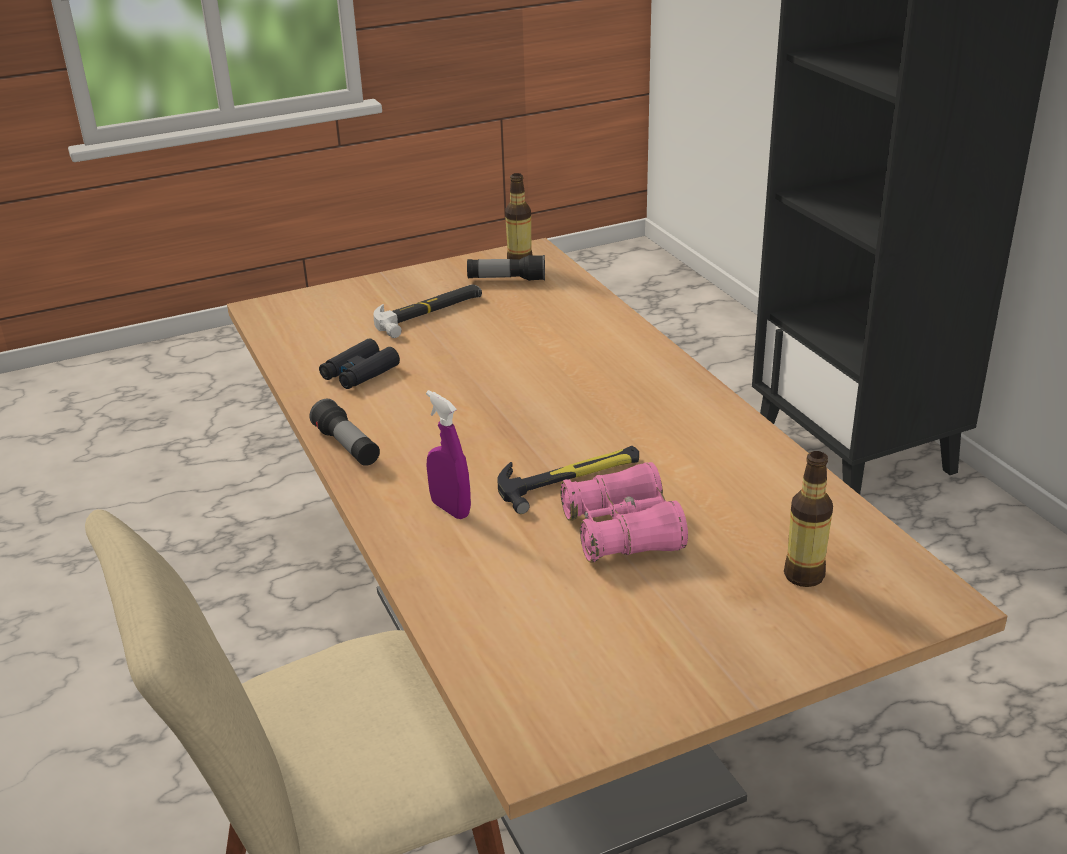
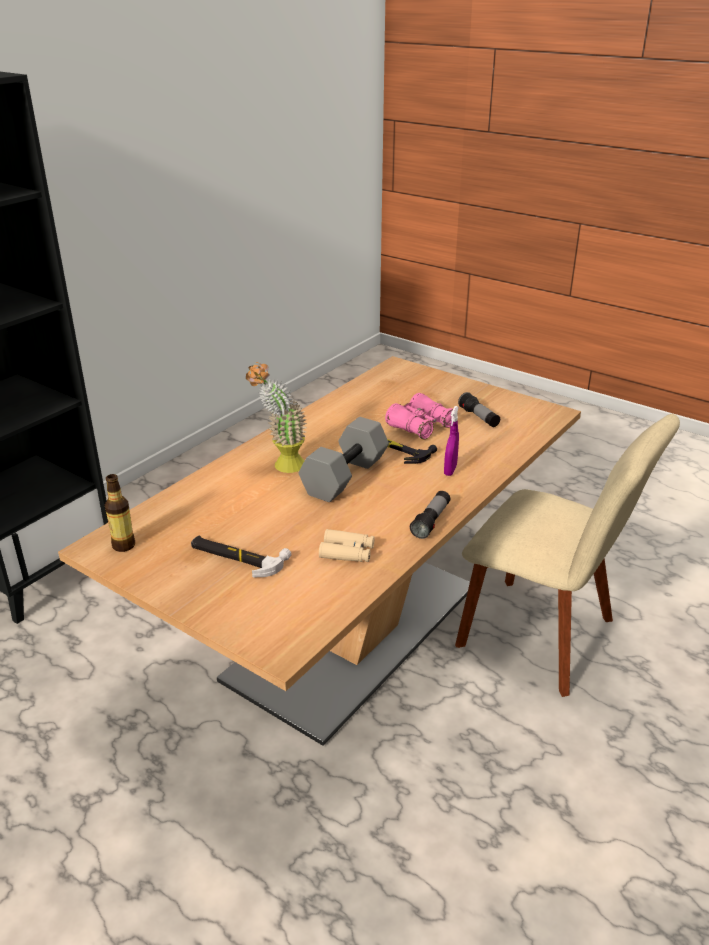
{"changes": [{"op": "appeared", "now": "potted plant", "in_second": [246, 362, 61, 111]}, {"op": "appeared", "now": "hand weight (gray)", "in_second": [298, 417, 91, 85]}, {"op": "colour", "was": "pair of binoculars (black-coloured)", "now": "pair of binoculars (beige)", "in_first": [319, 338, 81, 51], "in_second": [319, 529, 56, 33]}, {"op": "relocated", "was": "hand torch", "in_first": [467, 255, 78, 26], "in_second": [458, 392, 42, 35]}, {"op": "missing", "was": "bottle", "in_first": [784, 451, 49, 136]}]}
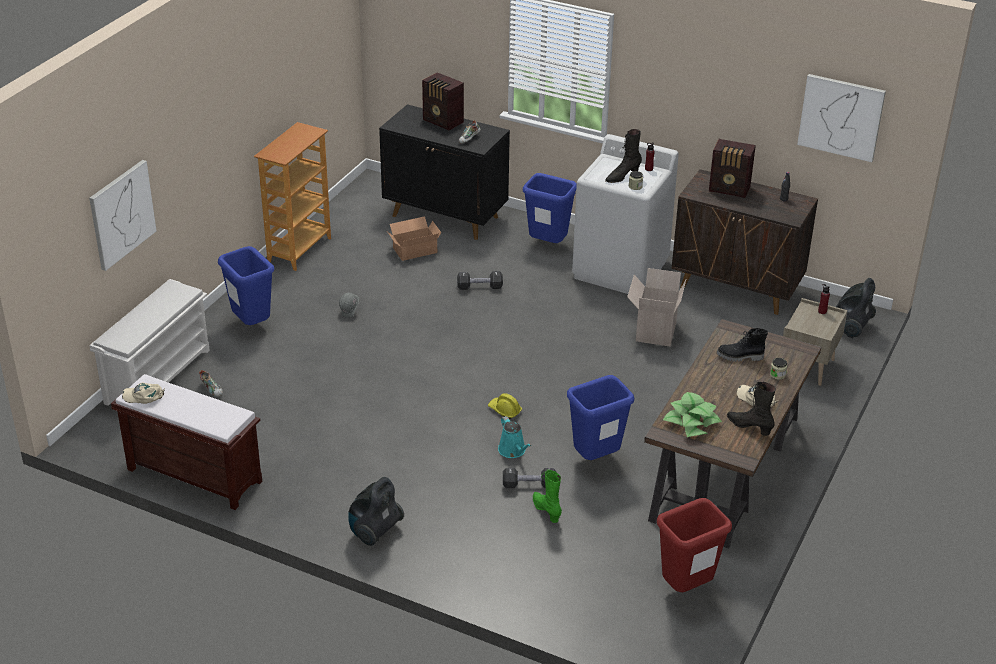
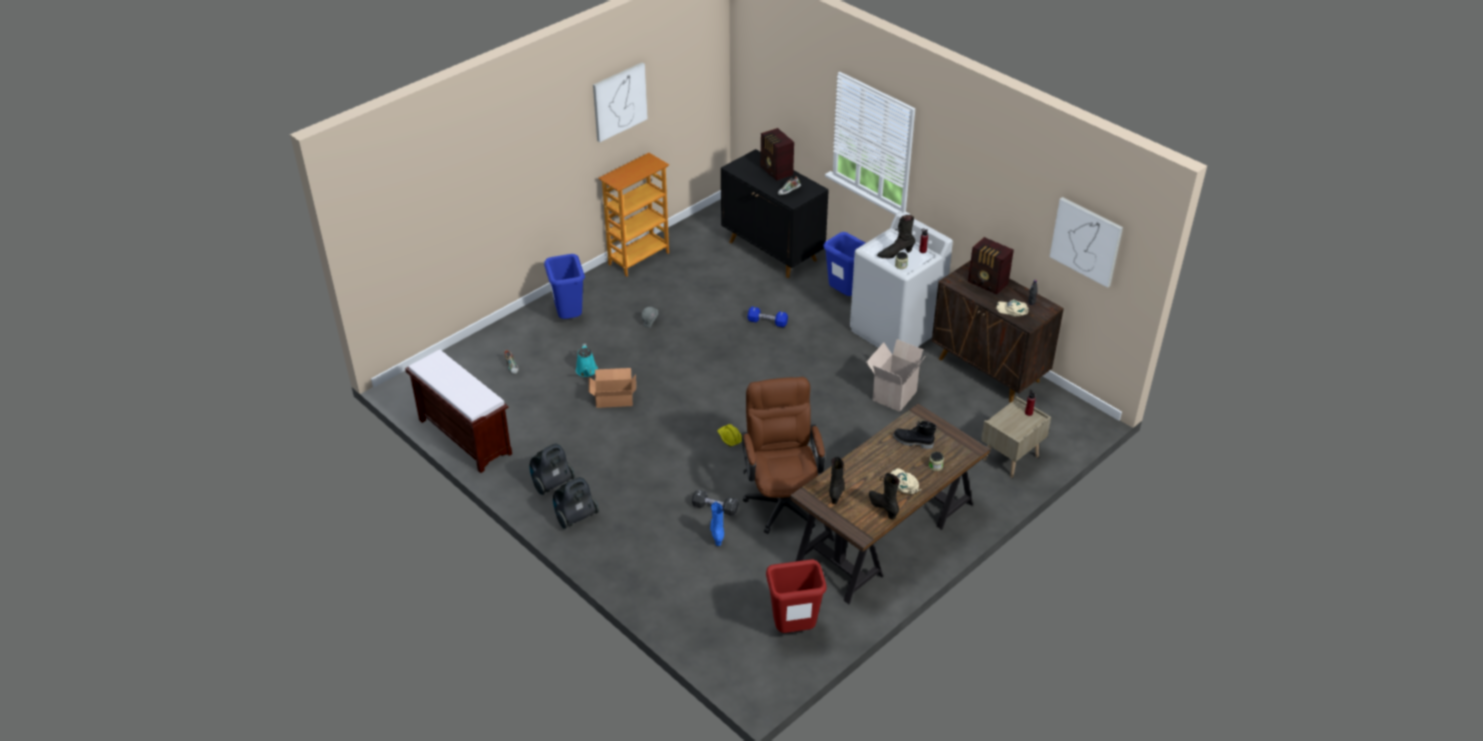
{"changes": [{"op": "relocated", "was": "vacuum", "in_first": [836, 278, 40, 61], "in_second": [529, 444, 46, 51]}, {"op": "relocated", "was": "sprinkling can (turquoise-coloured)", "in_first": [498, 416, 33, 42], "in_second": [576, 343, 22, 34]}, {"op": "relocated", "was": "cardboard box", "in_first": [388, 216, 54, 45], "in_second": [589, 368, 47, 40]}, {"op": "relocated", "was": "picture", "in_first": [89, 160, 68, 111], "in_second": [593, 62, 55, 80]}, {"op": "colour", "was": "tall boot (greenish)", "now": "tall boot (bluish)", "in_first": [533, 469, 29, 54], "in_second": [710, 501, 14, 45]}, {"op": "exchanged", "was": "trash can (bluish)", "now": "computer chair (brownish)", "in_first": [567, 375, 67, 85], "in_second": [741, 377, 84, 157]}, {"op": "colour", "was": "hand weight (black-coloured)", "now": "hand weight (bluish)", "in_first": [457, 271, 46, 19], "in_second": [748, 307, 40, 21]}, {"op": "exchanged", "was": "potted plant", "now": "tall boot (black-coloured)", "in_first": [663, 392, 59, 45], "in_second": [829, 456, 16, 48]}, {"op": "relocated", "was": "peaked cap (beige)", "in_first": [122, 382, 43, 22], "in_second": [996, 299, 34, 18]}, {"op": "missing", "was": "shoe rack (whitish)", "in_first": [89, 279, 121, 127]}]}
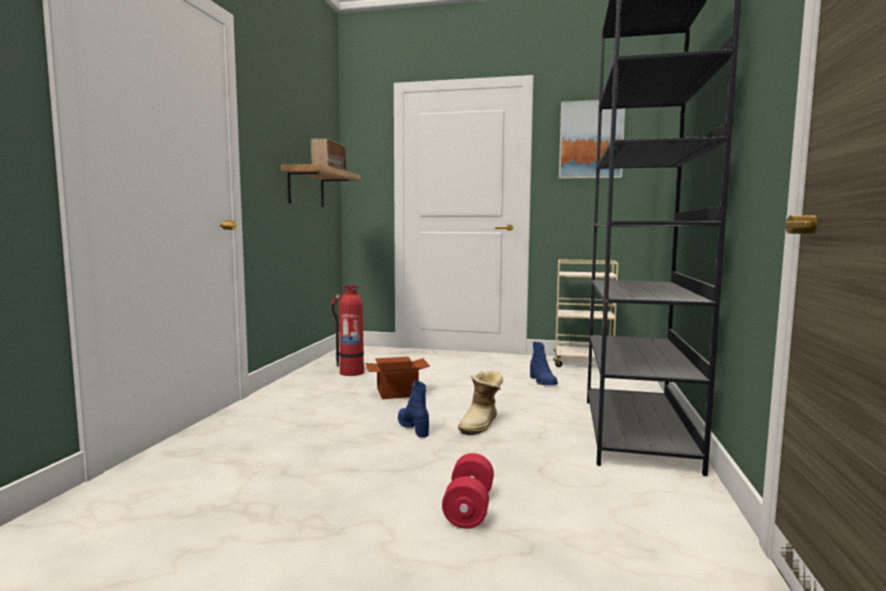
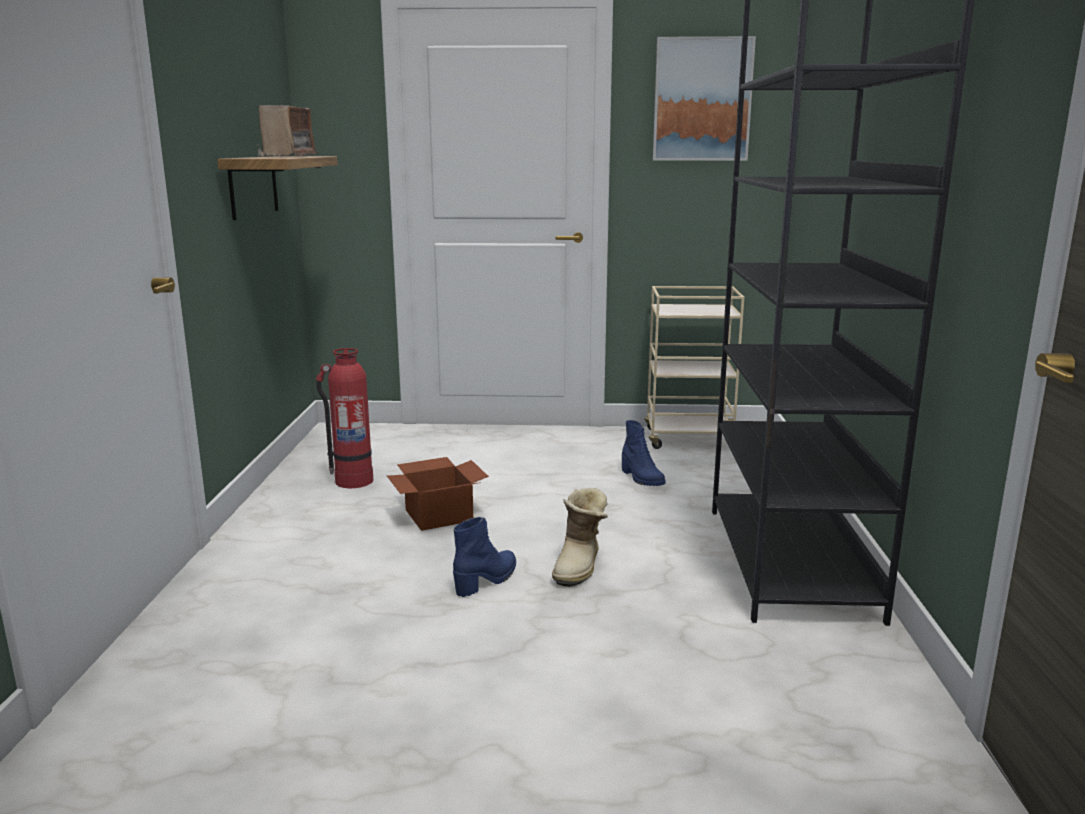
{"changes": [{"op": "spun", "was": "tall boot (bluish)", "in_first": [398, 381, 31, 57], "in_second": [453, 517, 63, 80], "clockwise": 75}, {"op": "missing", "was": "hand weight (red)", "in_first": [442, 453, 52, 76]}]}
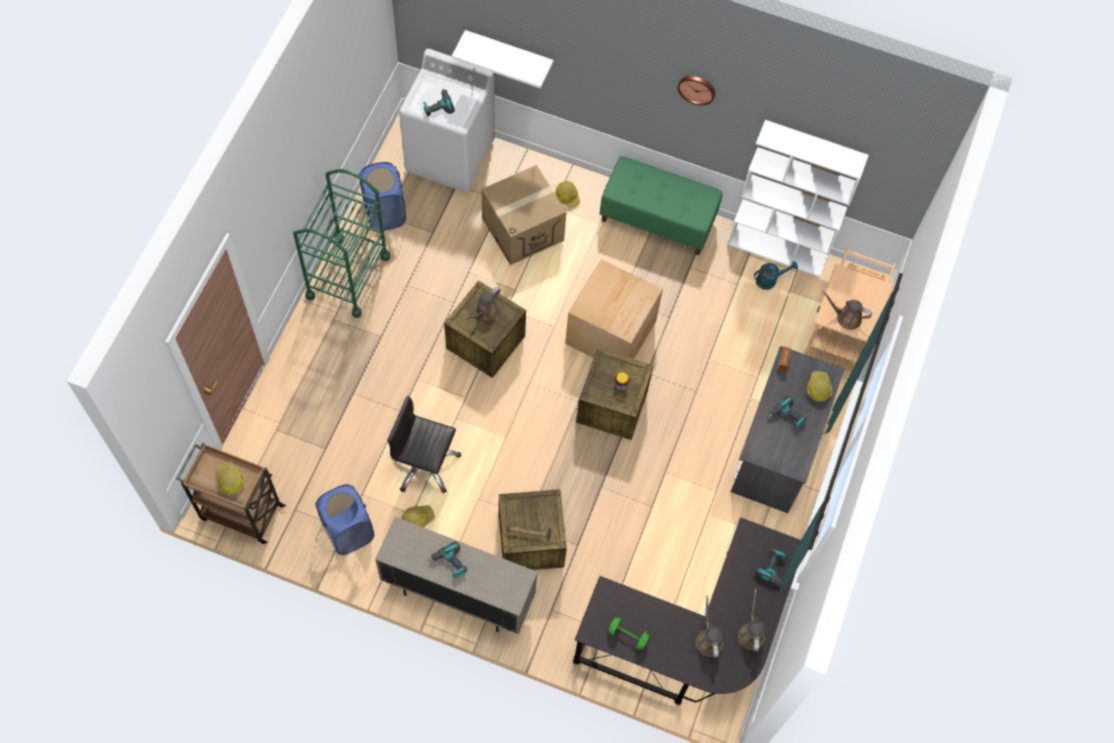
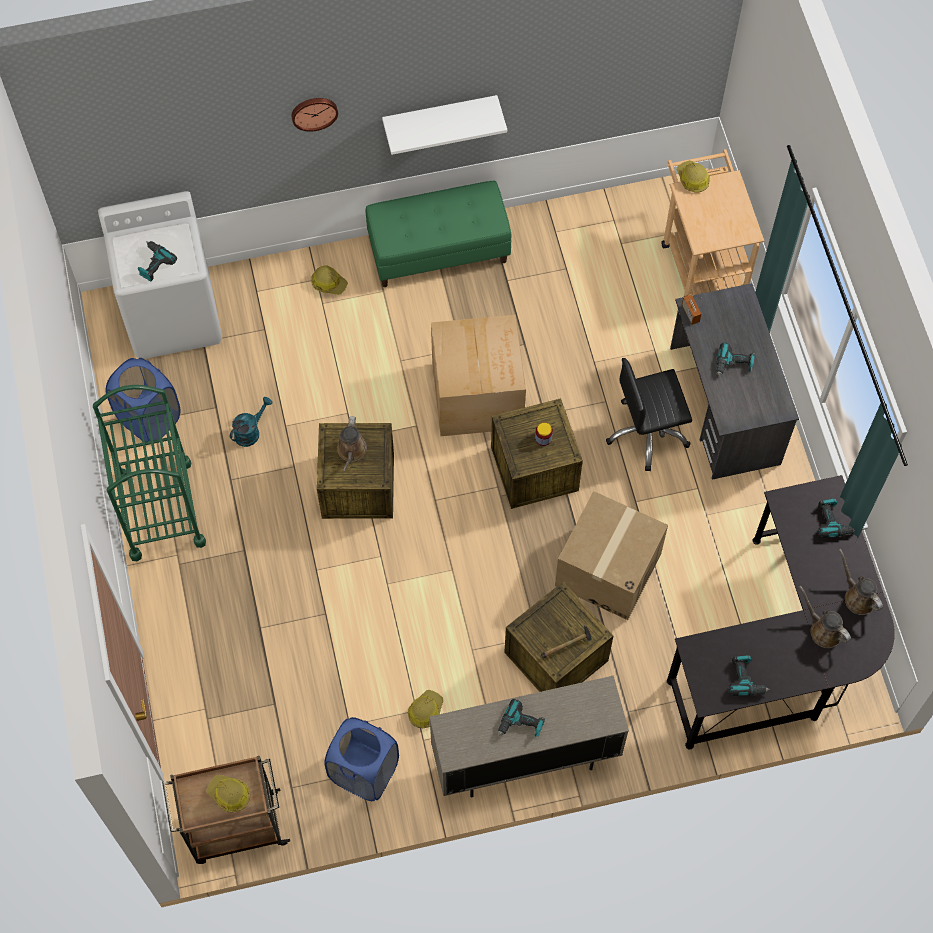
{"changes": [{"op": "relocated", "was": "sprinkling can (turquoise-coloured)", "in_first": [754, 261, 44, 29], "in_second": [230, 397, 42, 50]}, {"op": "relocated", "was": "clock on the wall", "in_first": [678, 76, 37, 29], "in_second": [291, 98, 47, 34]}, {"op": "relocated", "was": "bracket shelf (whitish)", "in_first": [452, 30, 101, 59], "in_second": [382, 95, 125, 60]}, {"op": "relocated", "was": "cardboard box", "in_first": [481, 165, 85, 100], "in_second": [555, 491, 113, 129]}, {"op": "relocated", "was": "computer chair (black-coloured)", "in_first": [387, 395, 74, 99], "in_second": [606, 358, 86, 113]}, {"op": "relocated", "was": "hard hat", "in_first": [807, 371, 25, 31], "in_second": [677, 160, 33, 32]}, {"op": "exchanged", "was": "hand weight (greenish)", "now": "drill", "in_first": [608, 617, 42, 33], "in_second": [729, 655, 41, 41]}, {"op": "missing", "was": "shelving unit (whitish)", "in_first": [727, 120, 142, 157]}, {"op": "missing", "was": "sprinkling can (brownish)", "in_first": [822, 291, 50, 39]}]}
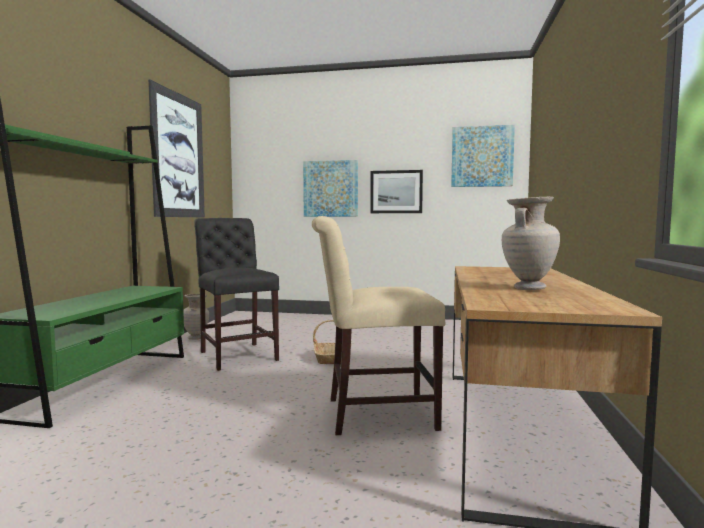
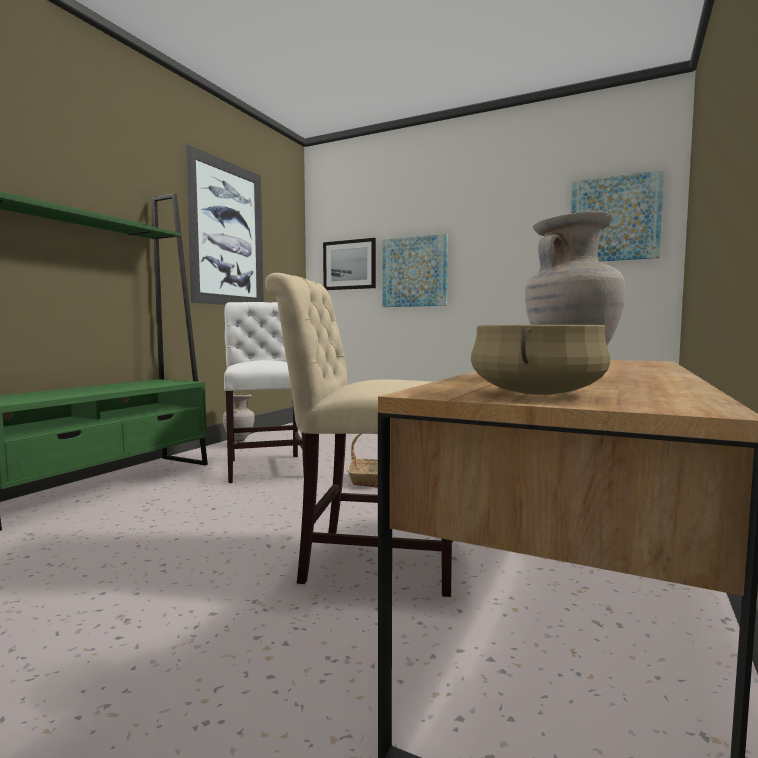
{"changes": [{"op": "colour", "was": "chair (black-coloured)", "now": "chair (whitish)", "in_first": [194, 218, 85, 153], "in_second": [224, 302, 81, 181]}, {"op": "relocated", "was": "picture", "in_first": [370, 170, 53, 43], "in_second": [323, 238, 53, 52]}, {"op": "appeared", "now": "saucepot (beige)", "in_second": [471, 325, 140, 70]}]}
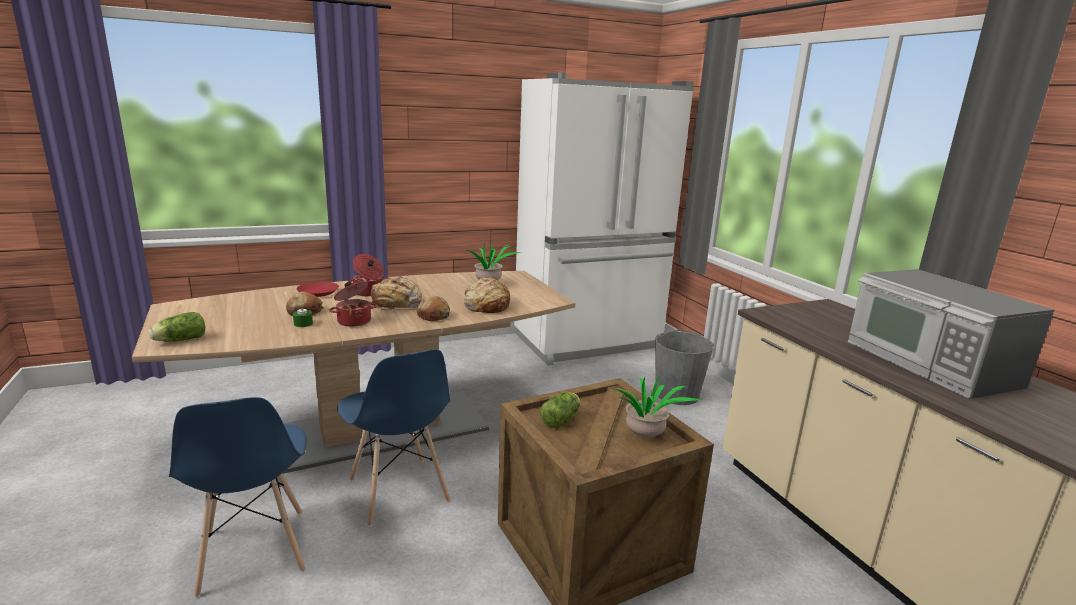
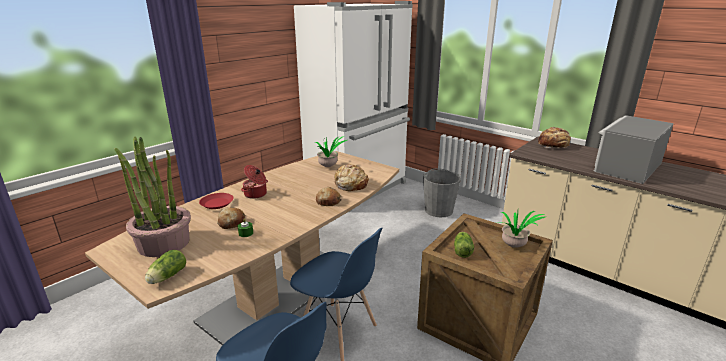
{"changes": [{"op": "appeared", "now": "potted plant", "in_second": [114, 137, 77, 120]}, {"op": "relocated", "was": "baked bread", "in_first": [370, 276, 52, 34], "in_second": [538, 127, 33, 21]}, {"op": "spun", "was": "microwave oven", "in_first": [847, 269, 207, 130], "in_second": [594, 115, 80, 69], "clockwise": 90}, {"op": "missing", "was": "saucepot", "in_first": [329, 281, 48, 46]}]}
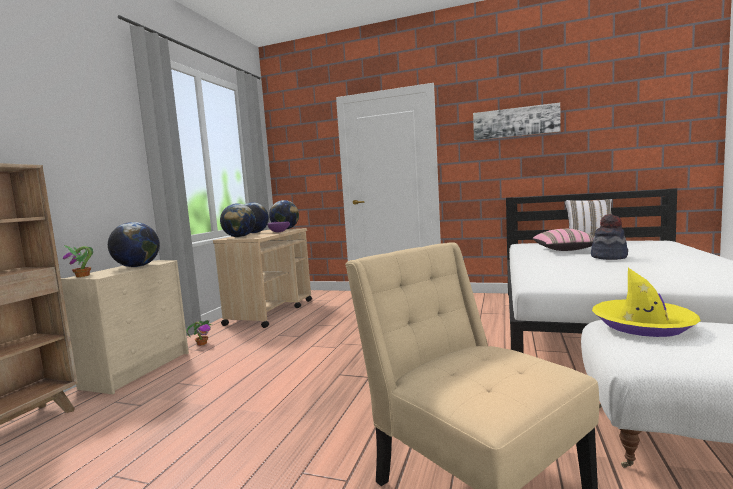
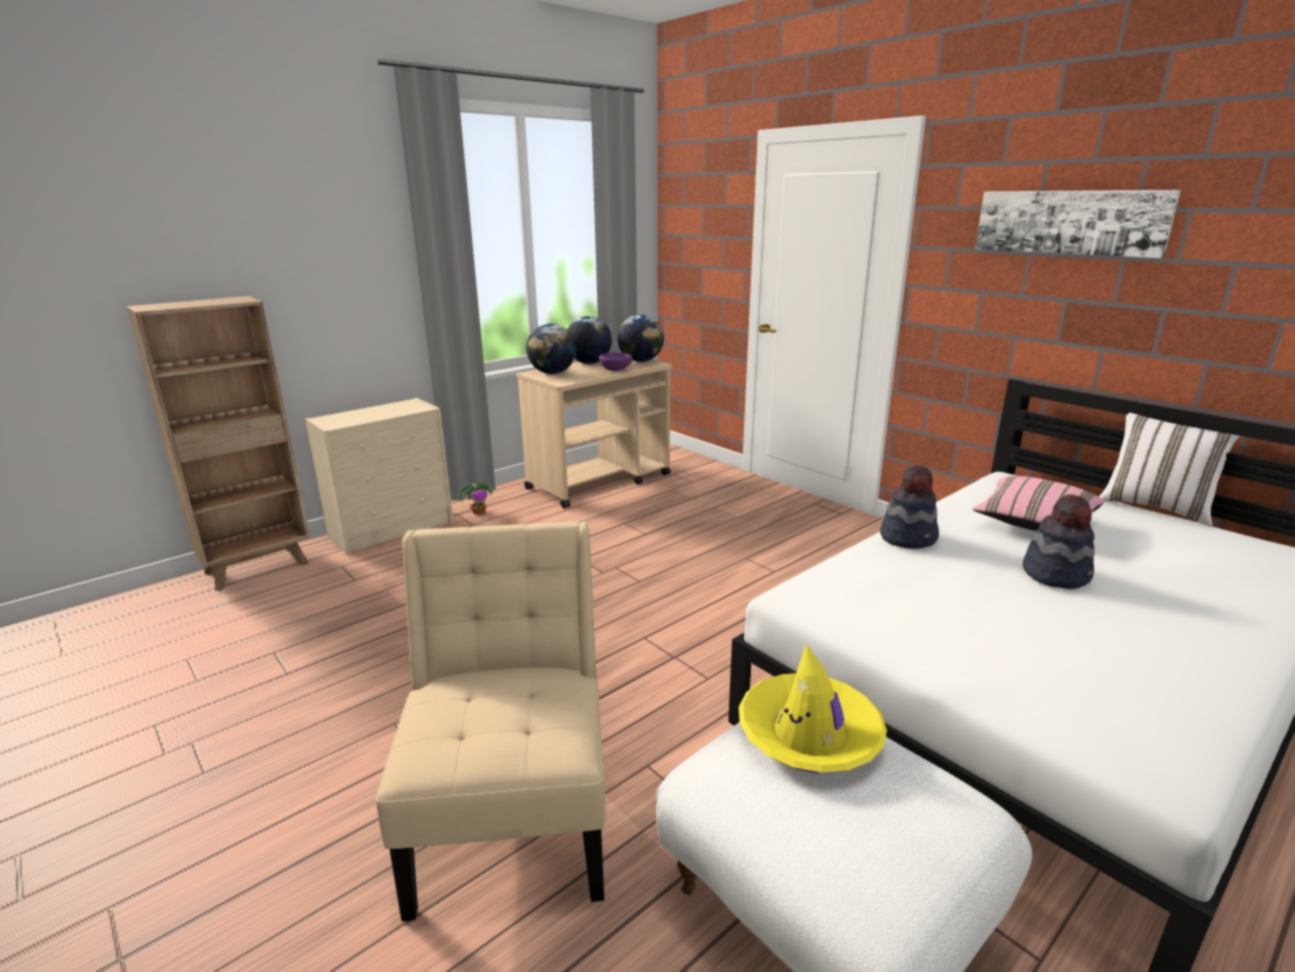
{"changes": [{"op": "appeared", "now": "clothing hat", "in_second": [880, 465, 59, 84]}, {"op": "missing", "was": "potted plant", "in_first": [63, 245, 30, 32]}, {"op": "missing", "was": "desk globe", "in_first": [108, 222, 52, 45]}]}
